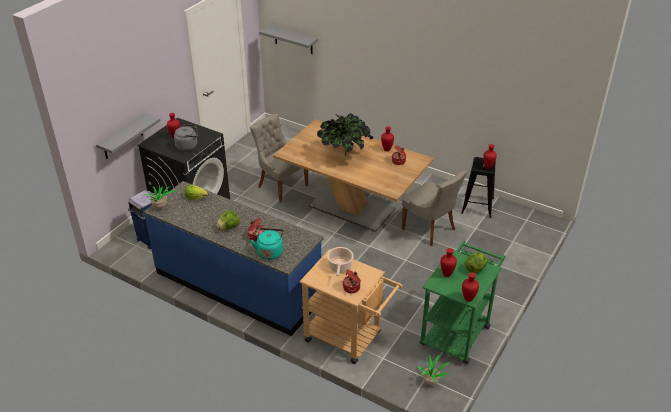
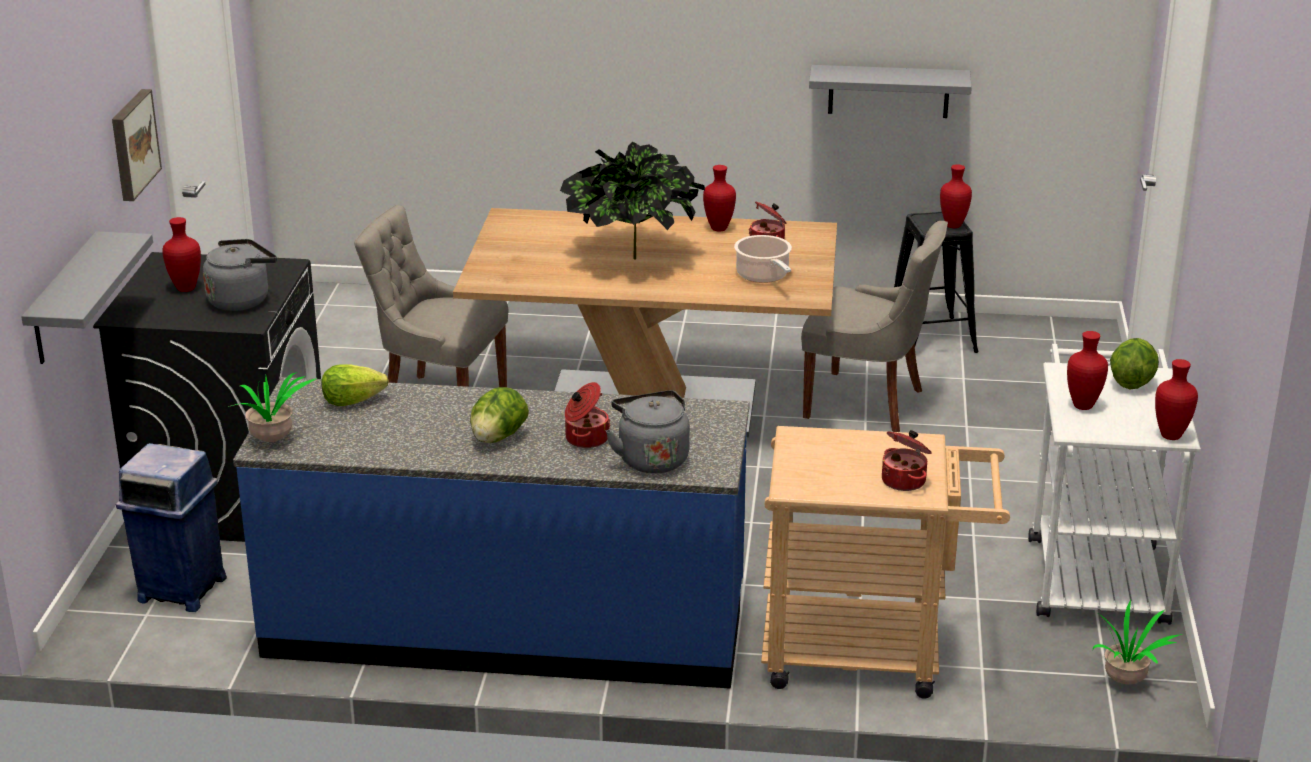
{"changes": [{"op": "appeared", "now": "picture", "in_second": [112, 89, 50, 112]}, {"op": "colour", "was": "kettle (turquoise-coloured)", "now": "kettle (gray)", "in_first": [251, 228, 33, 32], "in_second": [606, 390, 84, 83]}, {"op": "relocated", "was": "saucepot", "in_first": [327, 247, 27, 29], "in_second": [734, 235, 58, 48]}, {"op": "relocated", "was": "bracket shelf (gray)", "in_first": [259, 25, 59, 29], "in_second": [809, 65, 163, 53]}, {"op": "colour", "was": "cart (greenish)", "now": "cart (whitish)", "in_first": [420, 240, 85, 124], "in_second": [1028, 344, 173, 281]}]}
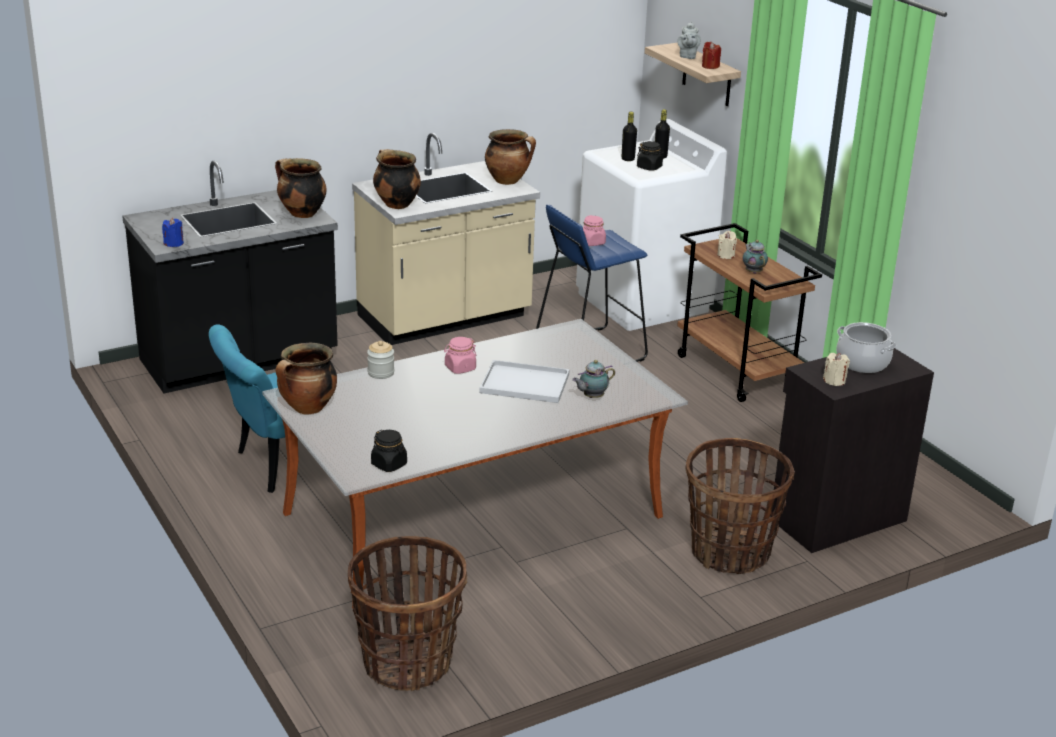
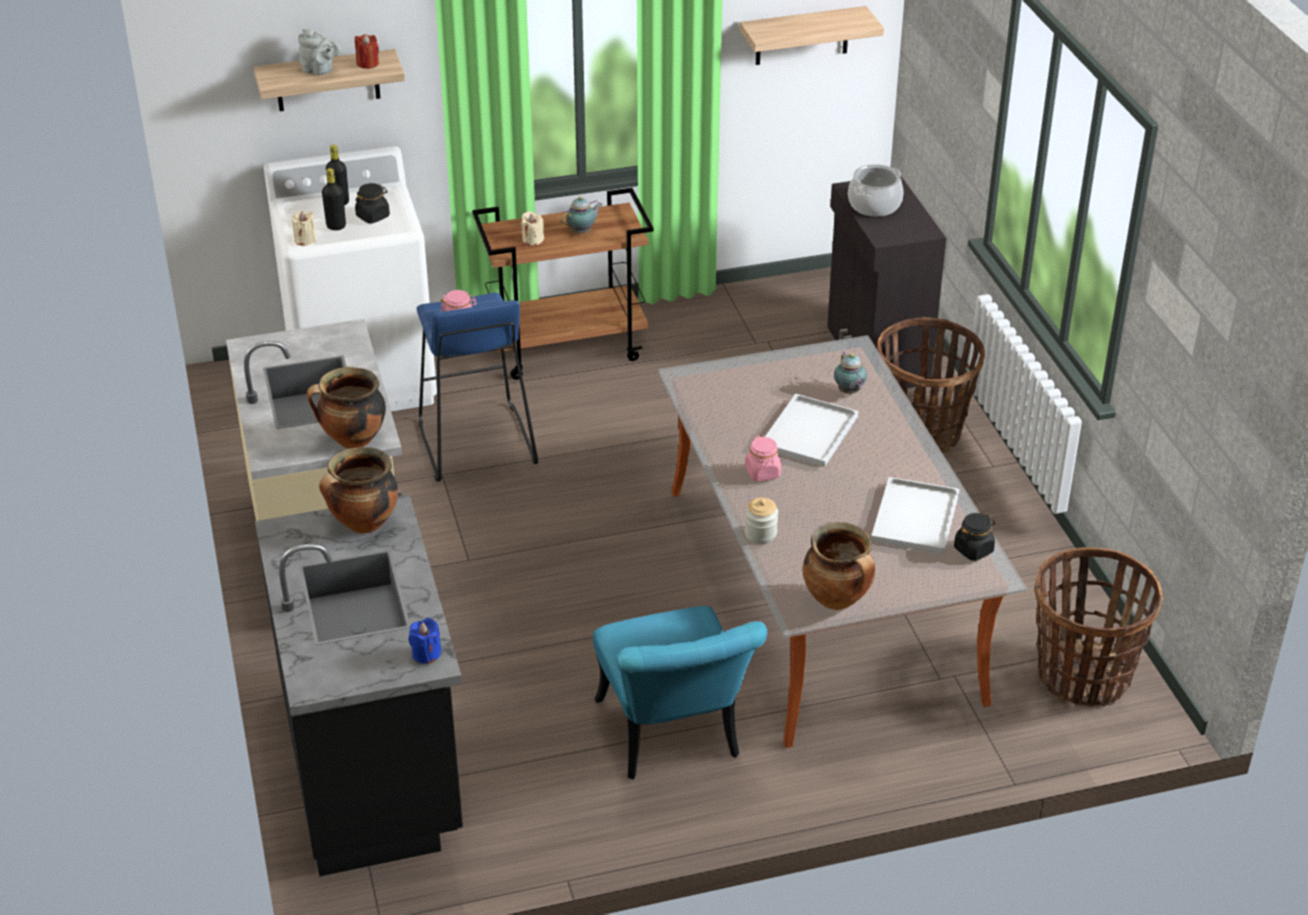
{"changes": [{"op": "relocated", "was": "wax light (beige)", "in_first": [823, 353, 27, 33], "in_second": [292, 211, 25, 35]}, {"op": "spun", "was": "teapot", "in_first": [743, 240, 25, 34], "in_second": [561, 196, 41, 38], "clockwise": 150}, {"op": "appeared", "now": "bracket shelf", "in_second": [739, 6, 145, 59]}, {"op": "appeared", "now": "serving tray (whitish)", "in_second": [871, 477, 88, 77]}, {"op": "missing", "was": "saucepot", "in_first": [485, 129, 51, 56]}]}
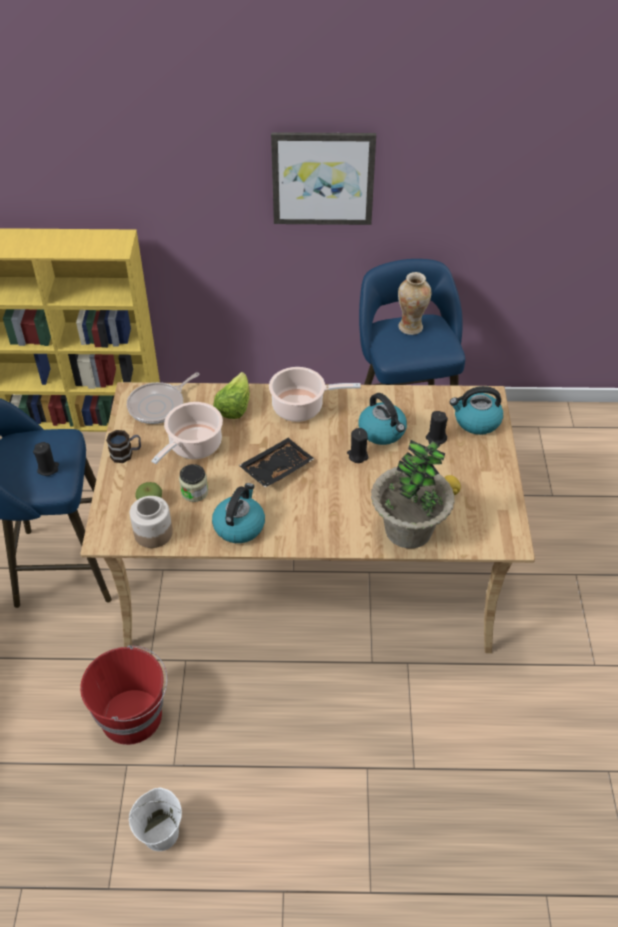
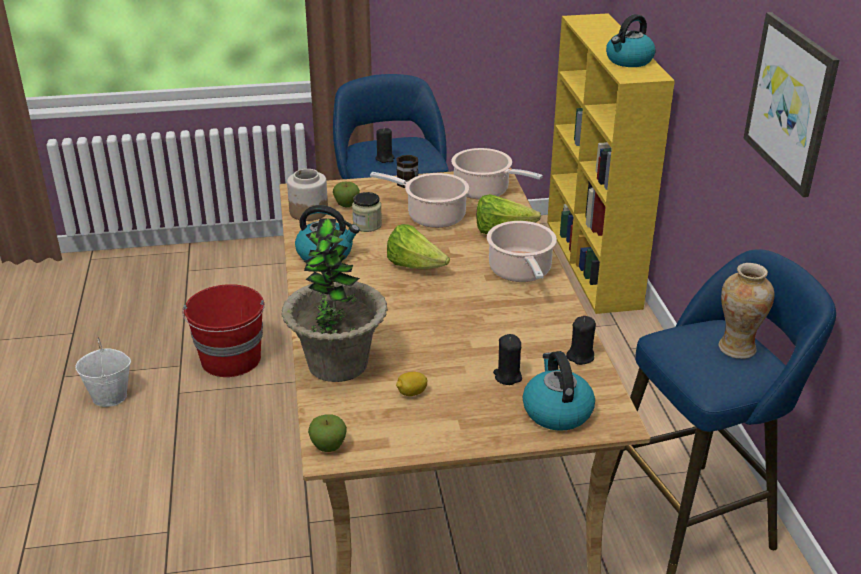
{"changes": [{"op": "appeared", "now": "apple fruit", "in_second": [308, 414, 39, 38]}, {"op": "exchanged", "was": "serving tray (black-coloured)", "now": "lettuce", "in_first": [239, 438, 75, 50], "in_second": [387, 224, 63, 45]}, {"op": "exchanged", "was": "pan", "now": "saucepot", "in_first": [127, 372, 73, 52], "in_second": [451, 148, 92, 52]}, {"op": "relocated", "was": "wax light (black-coloured)", "in_first": [347, 428, 21, 35], "in_second": [566, 316, 30, 49]}, {"op": "relocated", "was": "kettle", "in_first": [358, 393, 49, 52], "in_second": [606, 14, 50, 53]}]}
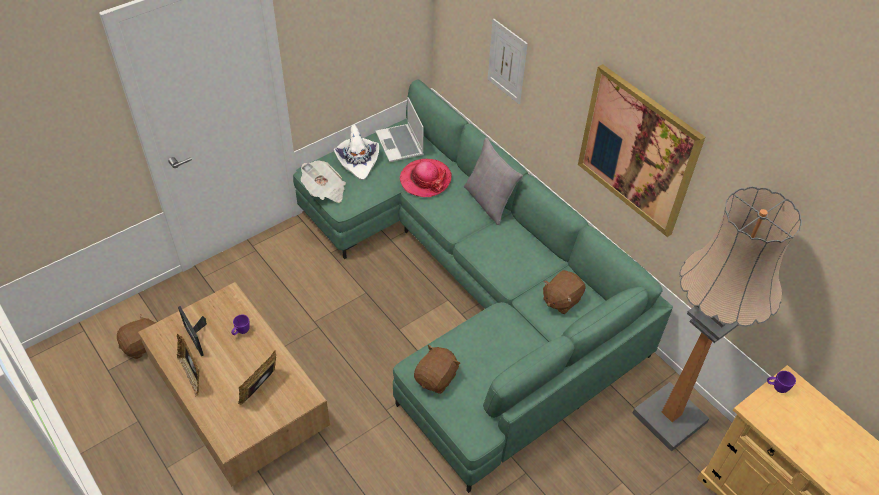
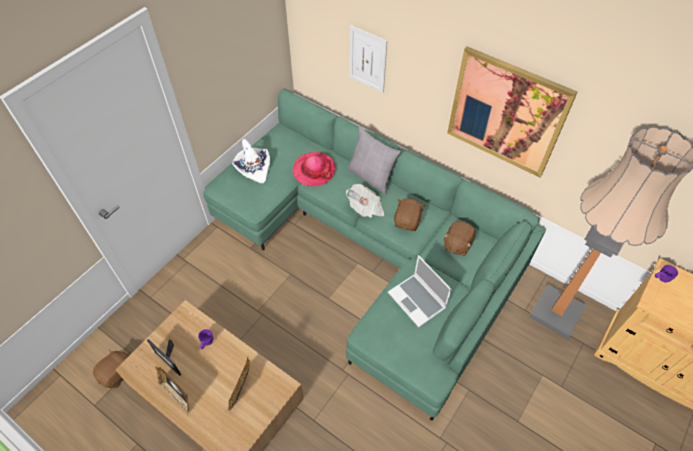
{"changes": [{"op": "relocated", "was": "printed paper", "in_first": [301, 160, 45, 43], "in_second": [346, 184, 38, 34]}, {"op": "relocated", "was": "portable computer", "in_first": [376, 97, 48, 65], "in_second": [388, 255, 64, 72]}, {"op": "relocated", "was": "soft toy (brownish)", "in_first": [414, 345, 47, 49], "in_second": [394, 198, 31, 33]}]}
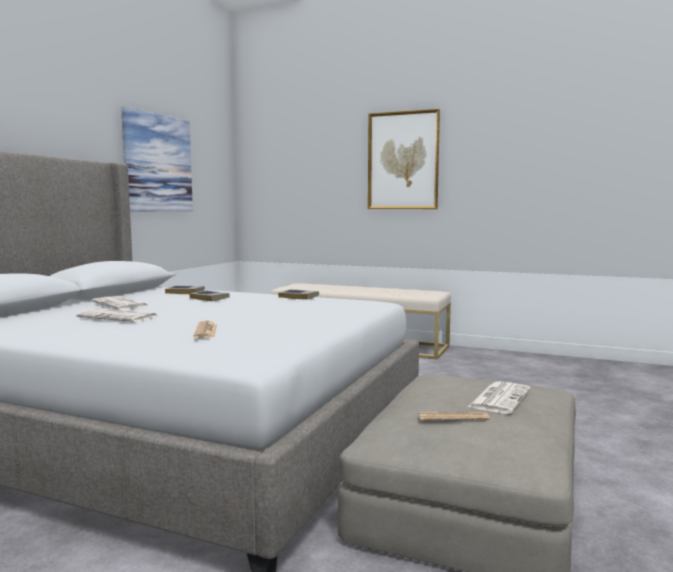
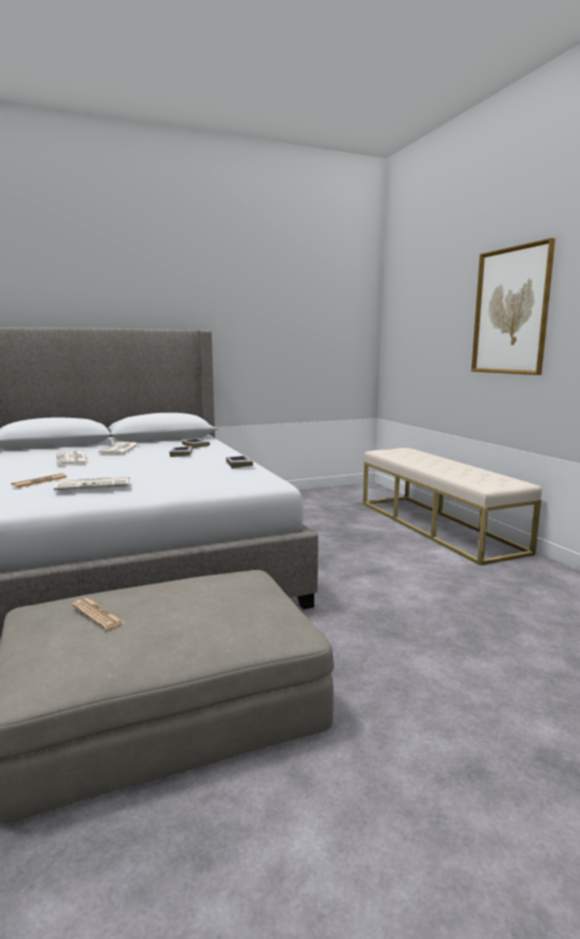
{"changes": [{"op": "relocated", "was": "printed paper", "in_first": [468, 381, 63, 33], "in_second": [54, 476, 76, 15]}, {"op": "missing", "was": "picture", "in_first": [121, 107, 72, 105]}]}
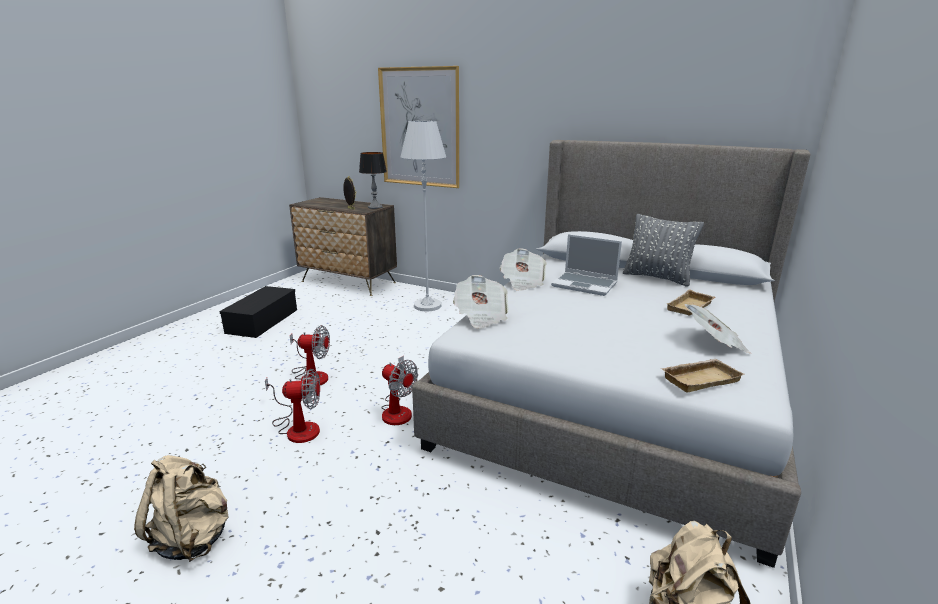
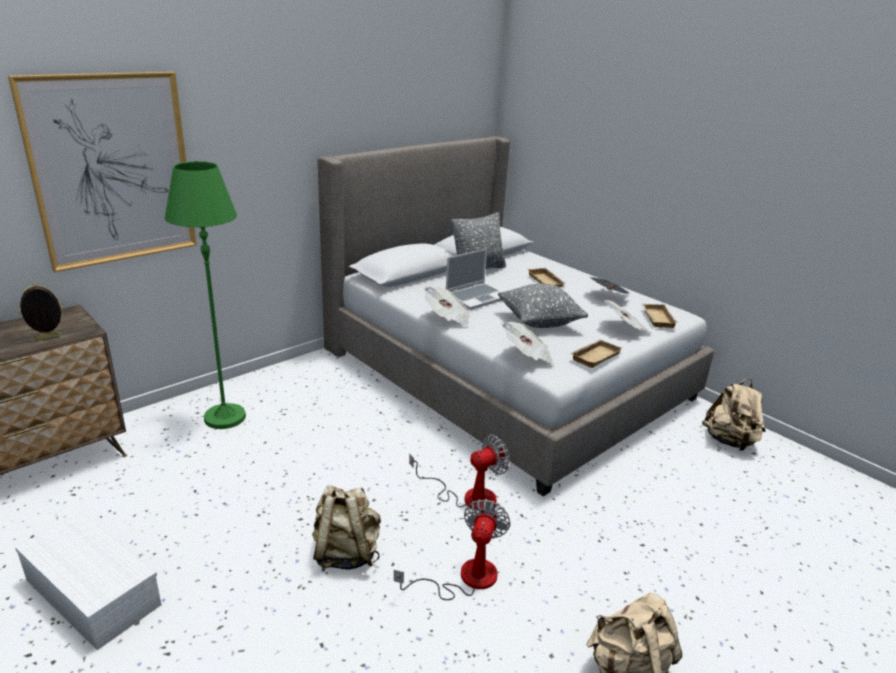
{"changes": [{"op": "colour", "was": "storage box (black-coloured)", "now": "storage box (whitish)", "in_first": [219, 286, 78, 52], "in_second": [15, 512, 146, 138]}, {"op": "colour", "was": "floor lamp (whitish)", "now": "floor lamp (greenish)", "in_first": [401, 121, 45, 190], "in_second": [165, 161, 81, 268]}, {"op": "exchanged", "was": "fan", "now": "knapsack (beige)", "in_first": [290, 325, 40, 60], "in_second": [312, 485, 69, 84]}, {"op": "appeared", "now": "throw pillow (gray)", "in_second": [498, 283, 90, 45]}, {"op": "appeared", "now": "serving tray (beige)", "in_second": [570, 339, 52, 29]}, {"op": "appeared", "now": "printed paper", "in_second": [604, 300, 48, 33]}, {"op": "missing", "was": "table lamp", "in_first": [359, 152, 28, 57]}]}
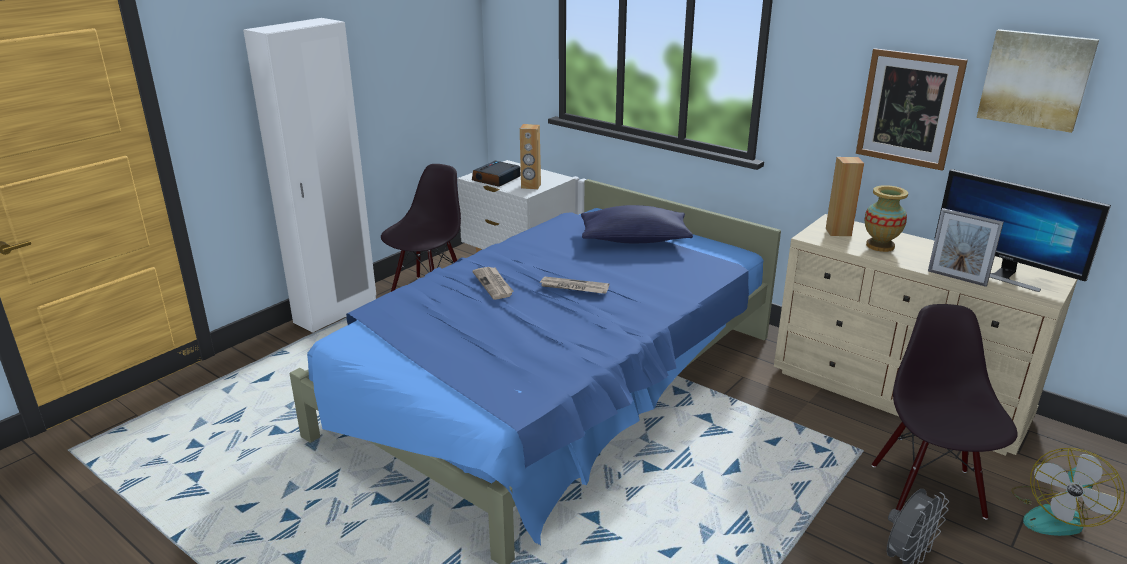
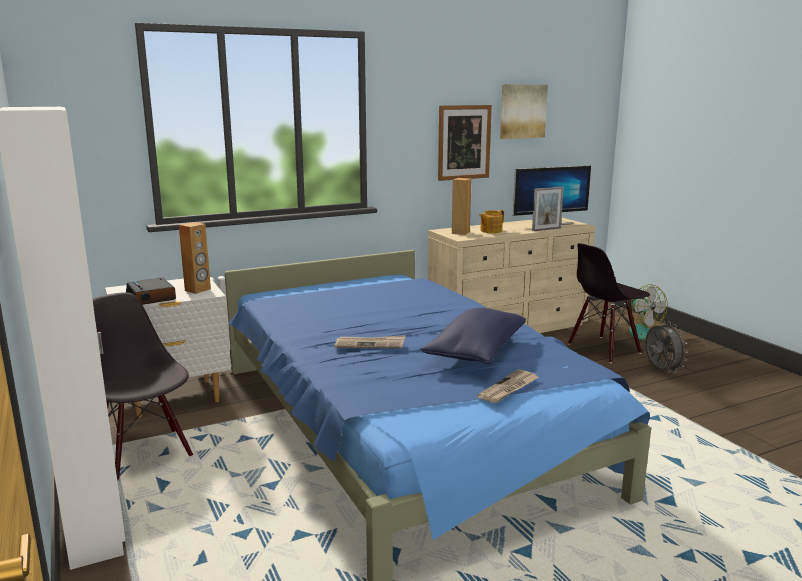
{"changes": [{"op": "relocated", "was": "throw pillow (bluish)", "in_first": [581, 205, 112, 38], "in_second": [421, 308, 105, 56]}, {"op": "relocated", "was": "printed paper", "in_first": [540, 277, 69, 17], "in_second": [477, 370, 62, 33]}, {"op": "exchanged", "was": "vase", "now": "teapot", "in_first": [865, 185, 43, 67], "in_second": [479, 210, 25, 23]}, {"op": "spun", "was": "chair (black-coloured)", "in_first": [872, 304, 146, 216], "in_second": [568, 243, 82, 120], "clockwise": -60}]}
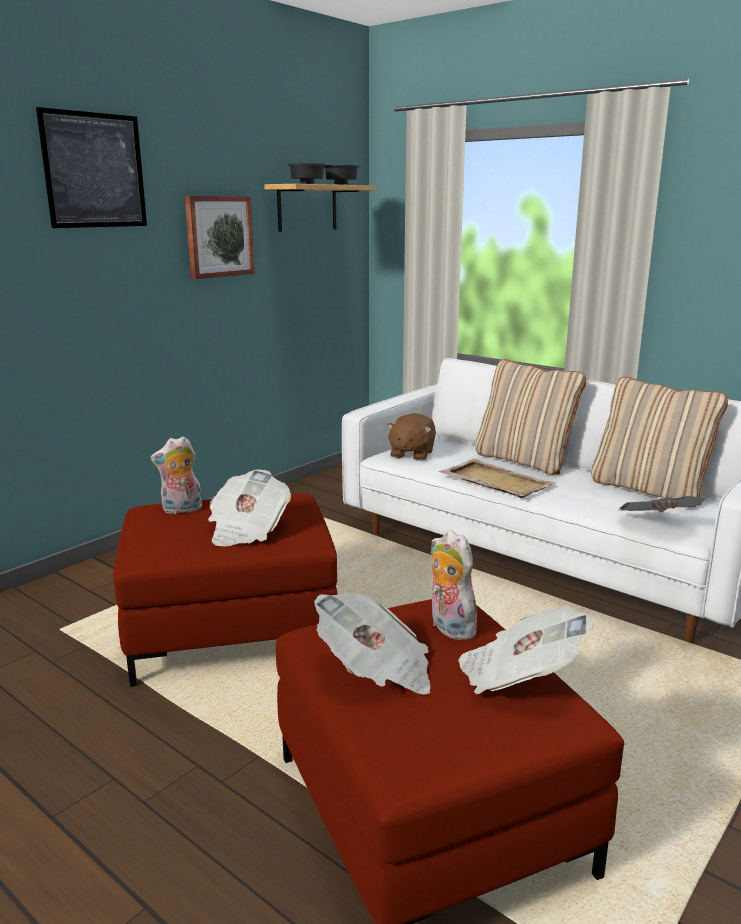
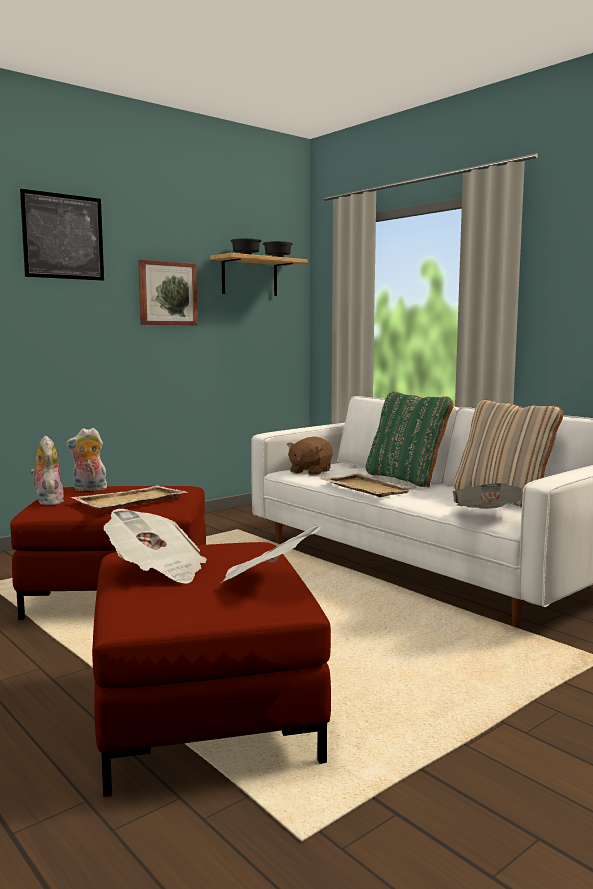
{"changes": [{"op": "relocated", "was": "soft toy", "in_first": [431, 530, 50, 110], "in_second": [30, 436, 34, 69]}, {"op": "exchanged", "was": "printed paper", "now": "serving tray (beige)", "in_first": [208, 469, 83, 77], "in_second": [71, 485, 116, 24]}, {"op": "colour", "was": "throw pillow (beige)", "now": "throw pillow (greenish)", "in_first": [475, 359, 111, 116], "in_second": [366, 391, 87, 96]}]}
